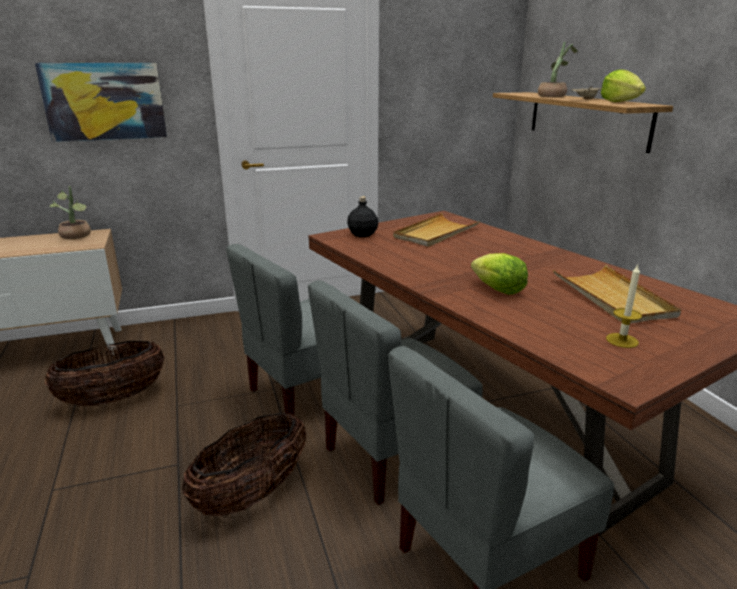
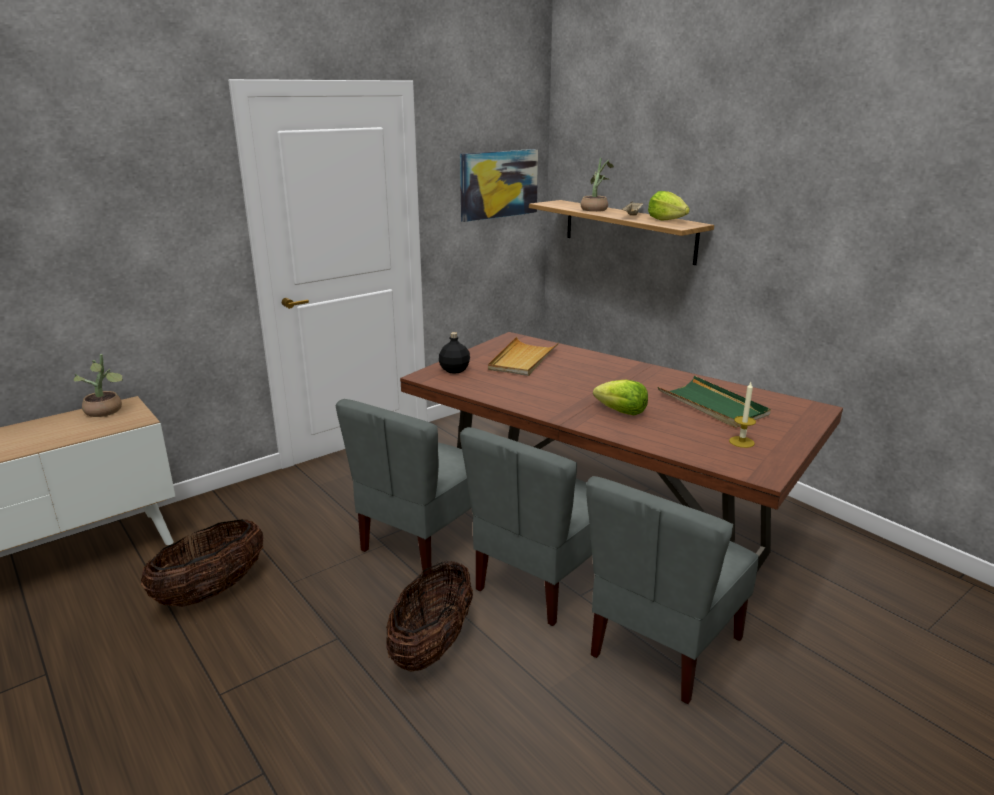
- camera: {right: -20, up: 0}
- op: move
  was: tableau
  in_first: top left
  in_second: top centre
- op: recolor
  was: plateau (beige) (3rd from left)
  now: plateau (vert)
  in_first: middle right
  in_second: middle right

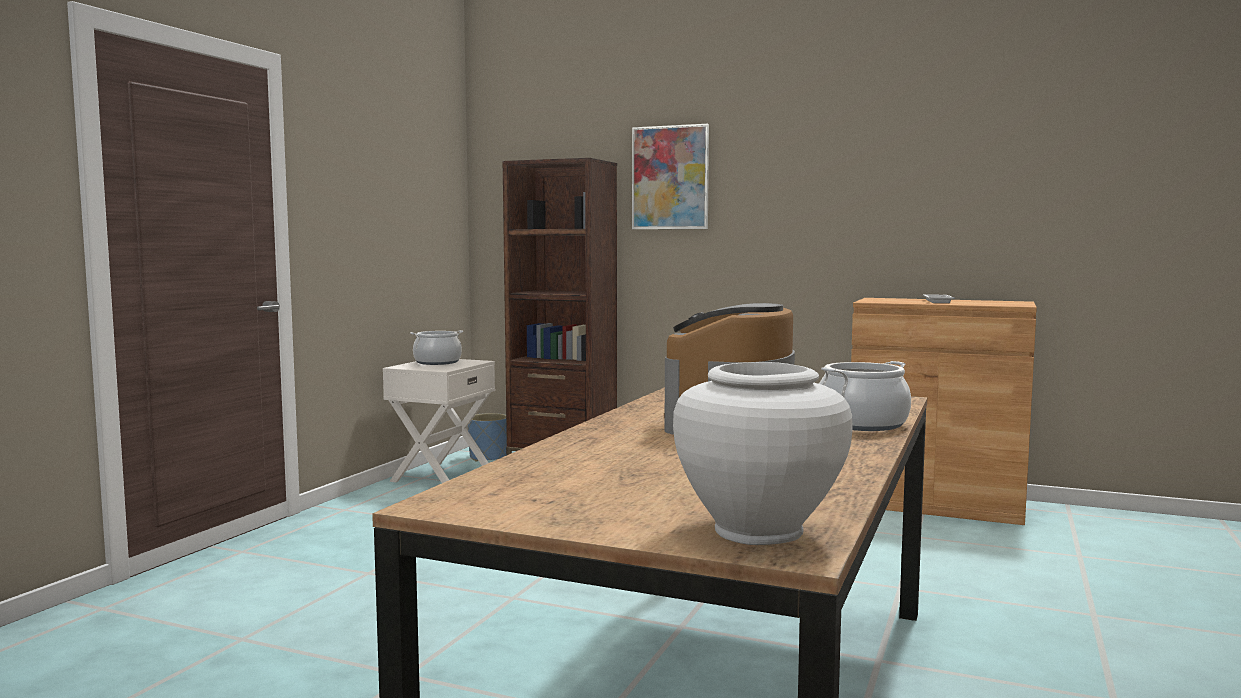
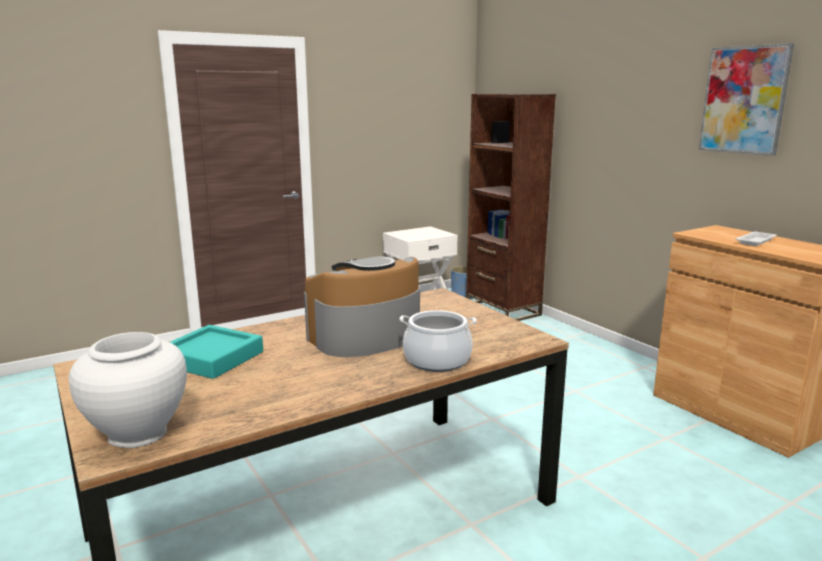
- camera: {right: 35, up: 10}
- op: move
  was: tableau
  in_first: top centre
  in_second: top right
- op: delete
  was: marmite (1st from left)
  in_first: centre
- op: insert
  now: plateau (turquoise)
  in_second: middle left

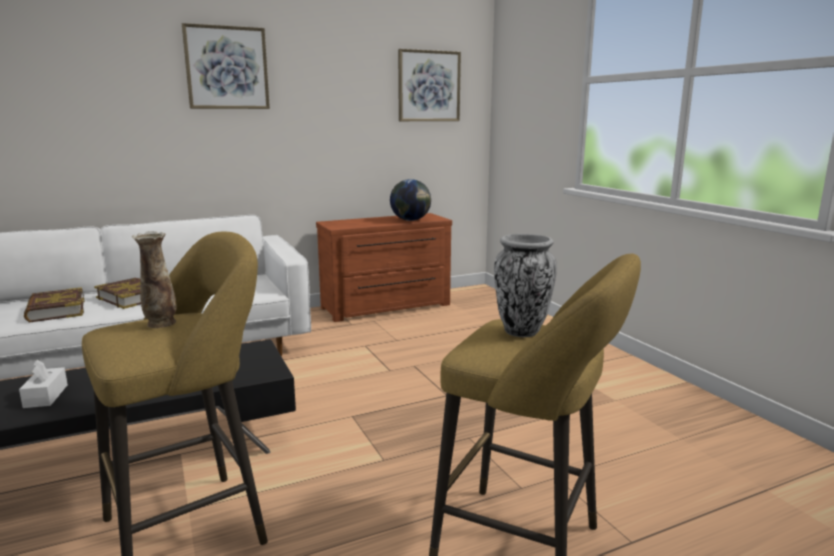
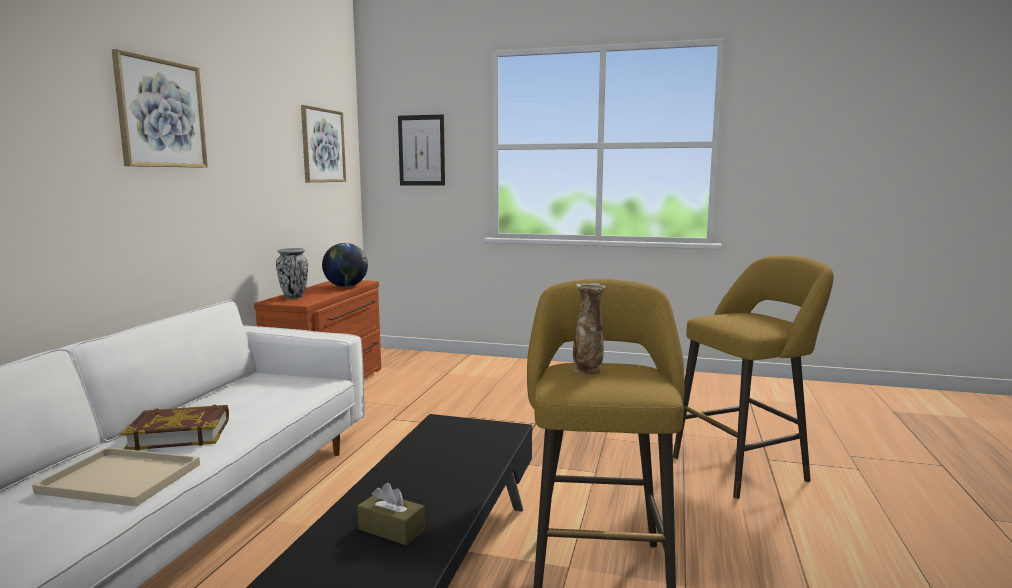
- camera: {right: -50, up: -5}
- op: move
  was: vase (2nd from left in the first image)
  now: vase (1st from left)
  in_first: centre
  in_second: middle left
- op: replace
  was: livre (1st from left)
  now: plateau (beige)
  in_first: middle left
  in_second: bottom left
- op: recolor
  was: boîte à mouchoirs (blanc)
  now: boîte à mouchoirs (marron)
  in_first: bottom left
  in_second: bottom centre
- op: insert
  now: tableau (3rd from left)
  in_second: top centre

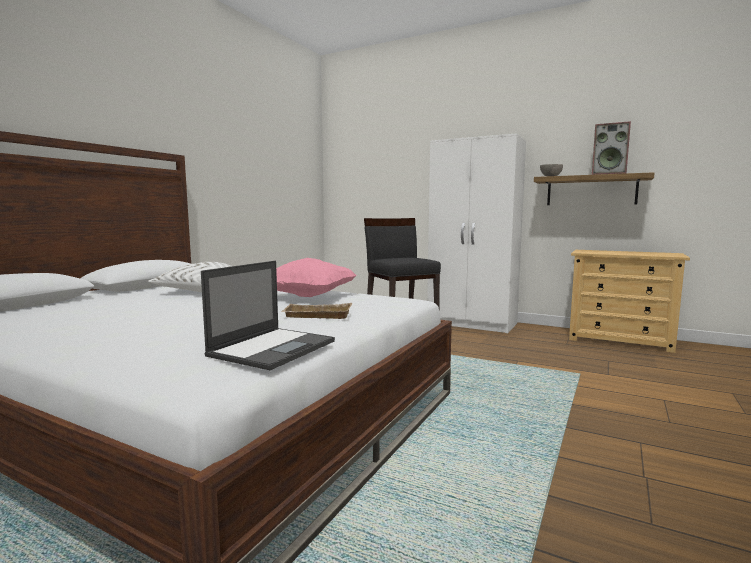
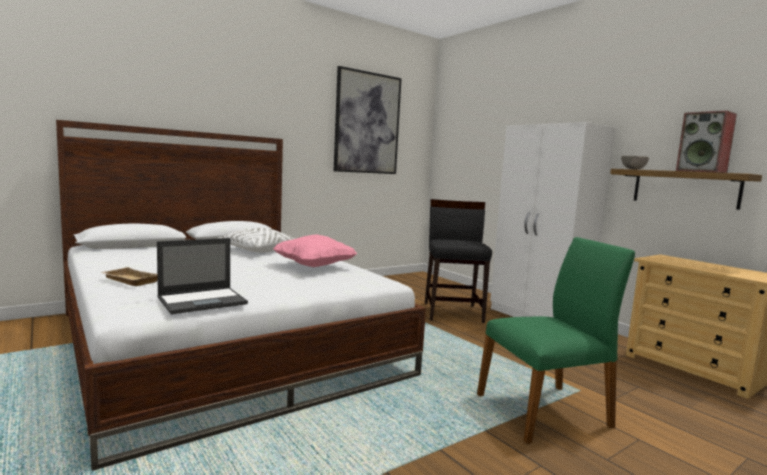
- camera: {right: 25, up: 0}
- op: move
  was: plateau (beige)
  in_first: centre
  in_second: middle left
- op: insert
  now: tableau
  in_second: top centre
- op: insert
  now: chaise (vert)
  in_second: bottom right

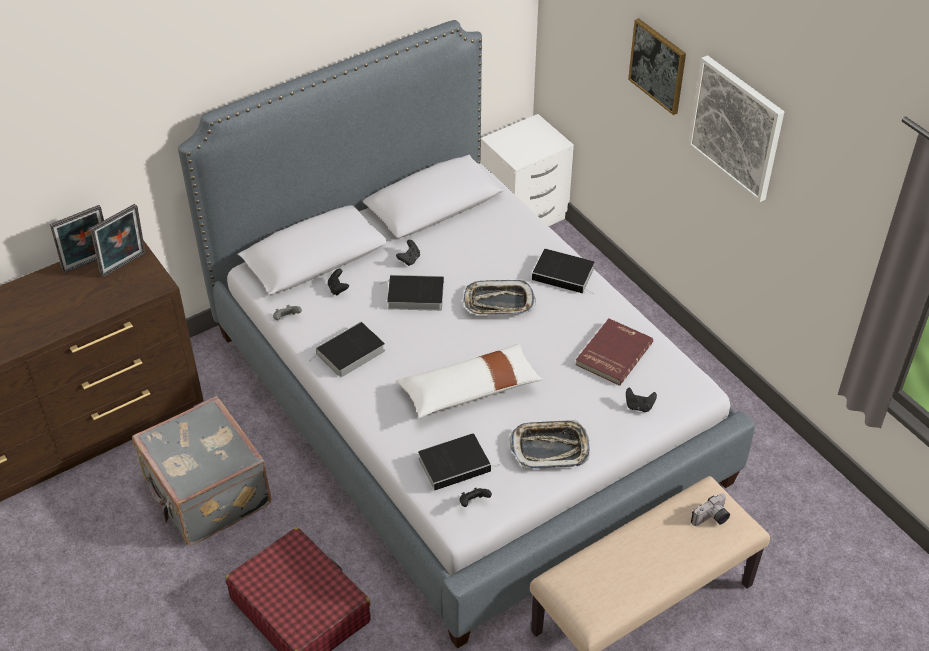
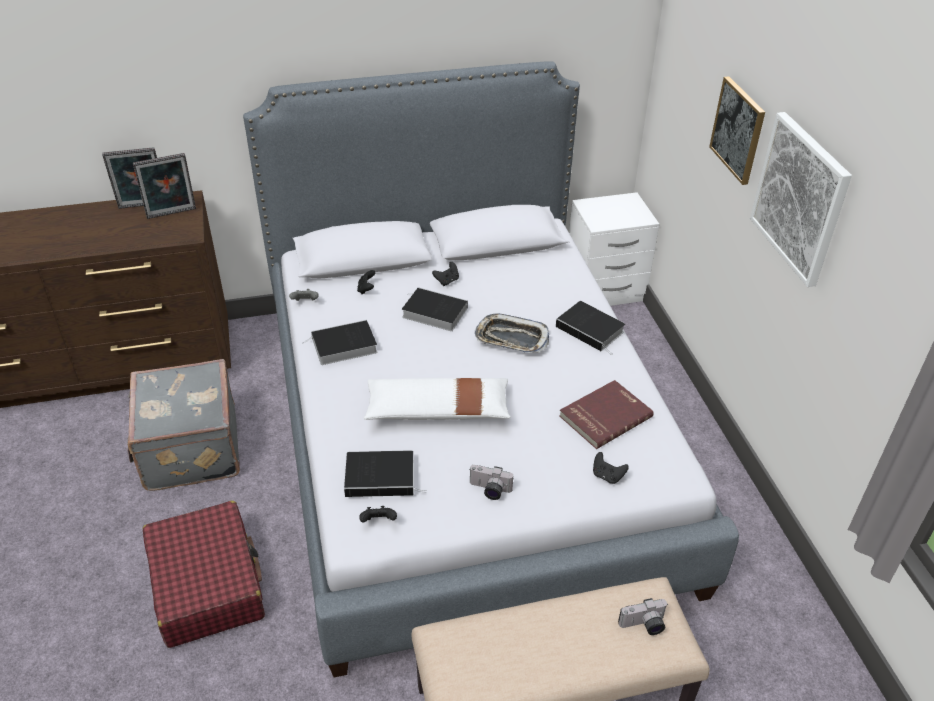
- camera: {right: 20, up: -5}
- op: replace
  was: plateau (2nd from left)
  now: appareil photo (1st from left)
  in_first: bottom centre
  in_second: bottom centre

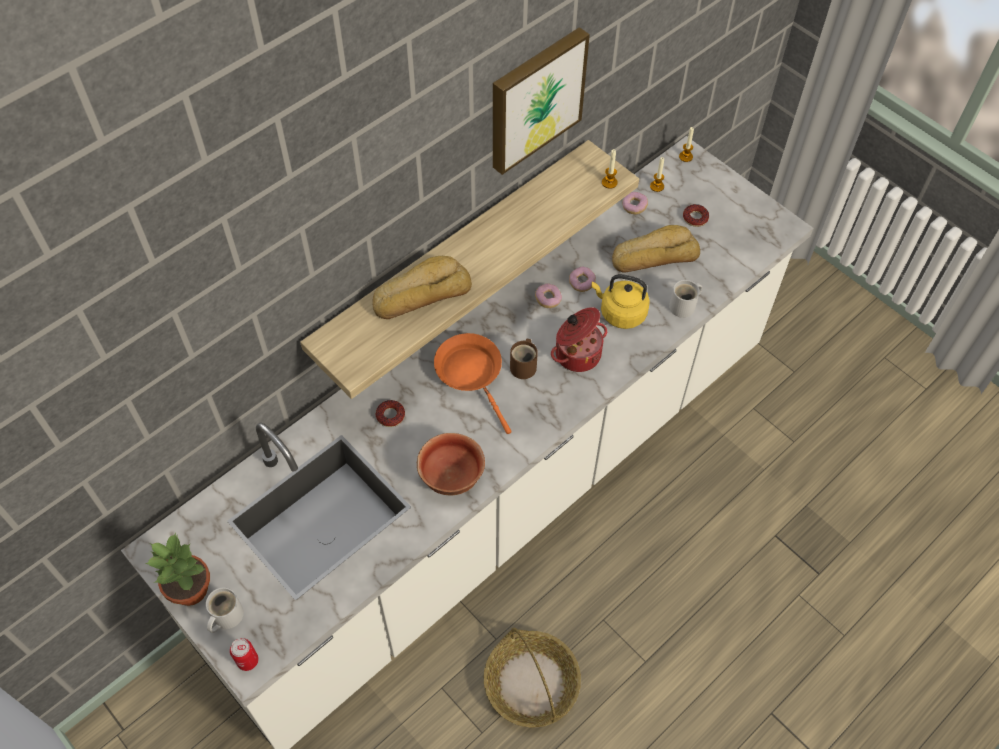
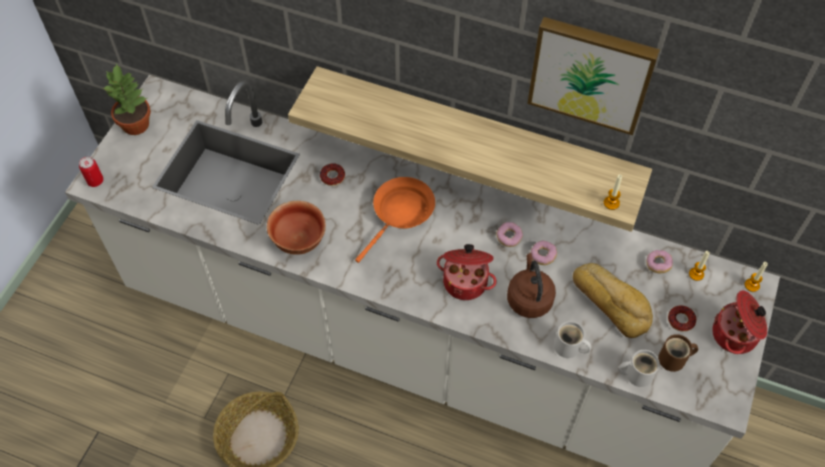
- camera: {right: 65, up: 0}
- op: delete
  was: pain (1st from left)
  in_first: centre
- op: recolor
  was: bouilloire (jaune)
  now: bouilloire (marron)
  in_first: centre
  in_second: centre
- op: move
  was: mug (marron)
  in_first: centre
  in_second: bottom right
- op: move
  was: mug (blanc) (1st from left in the first image)
  now: mug (blanc) (2nd from left)
  in_first: bottom left
  in_second: bottom right
- op: insert
  now: marmite (2nd from left)
  in_second: bottom right

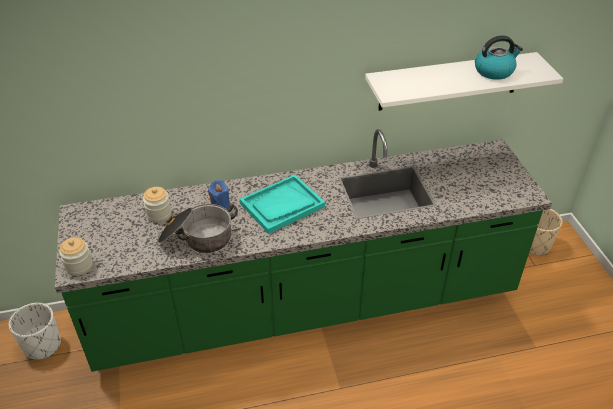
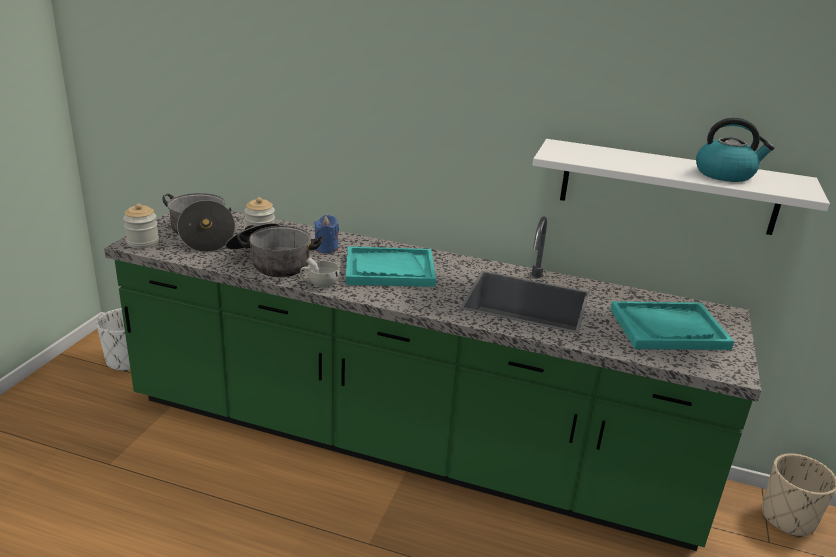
- camera: {right: 30, up: -15}
- op: insert
  now: marmite (1st from left)
  in_second: middle left
- op: insert
  now: tasse (blanc)
  in_second: centre
- op: insert
  now: plateau (turquoise) (2nd from left)
  in_second: middle right

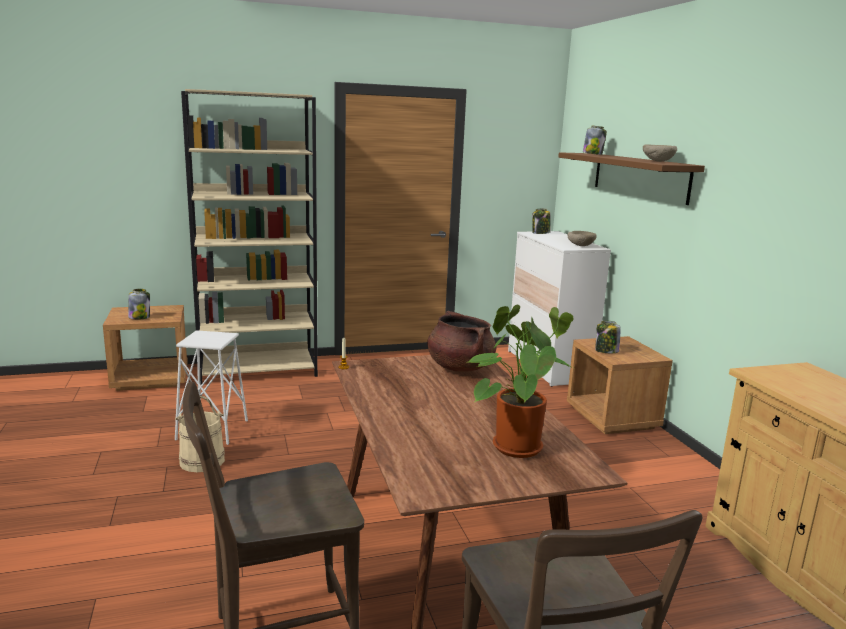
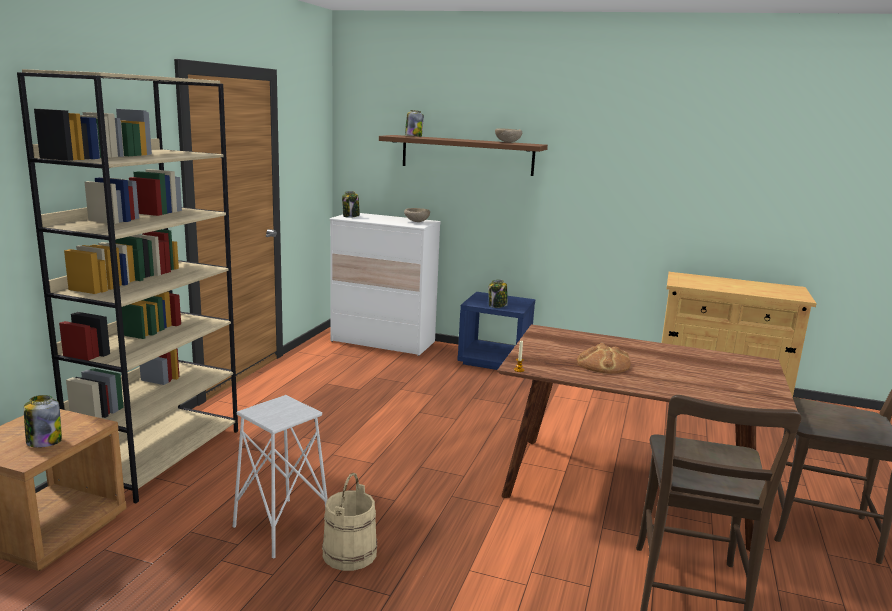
- camera: {right: -55, up: 0}
- op: delete
  was: plante en pot
  in_first: centre
- op: delete
  was: marmite (marron)
  in_first: centre
- op: recolor
  was: table de chevet (marron) (2nd from left)
  now: table de chevet (bleu)
  in_first: middle right
  in_second: centre
- op: insert
  now: pain
  in_second: middle right

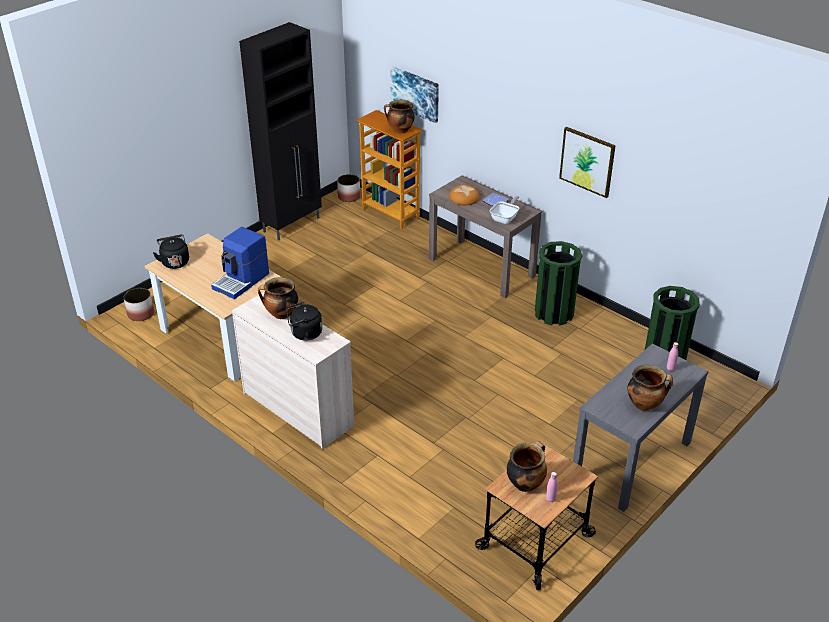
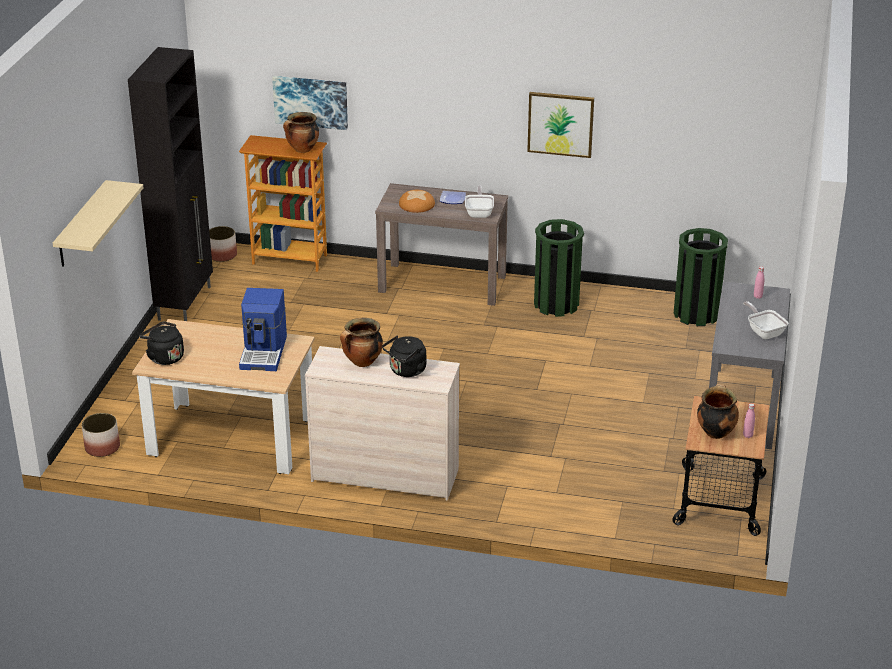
- camera: {right: -30, up: -5}
- op: replace
  was: marmite (4th from left)
  now: poêle (2nd from left)
  in_first: middle right
  in_second: middle right
- op: insert
  now: étagère (beige)
  in_second: middle left

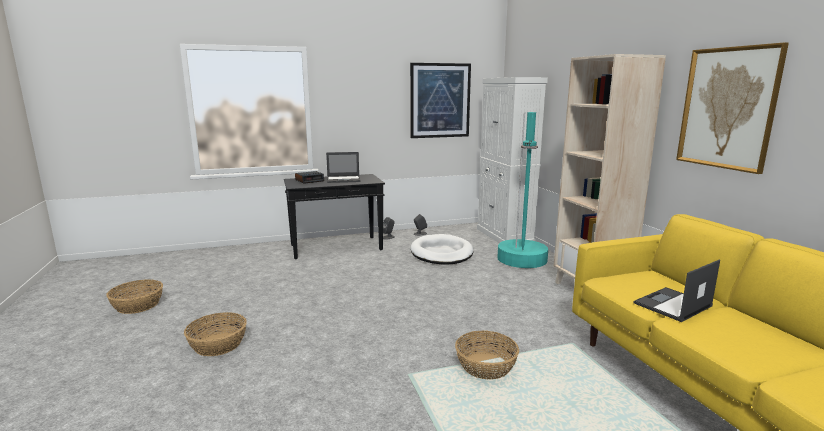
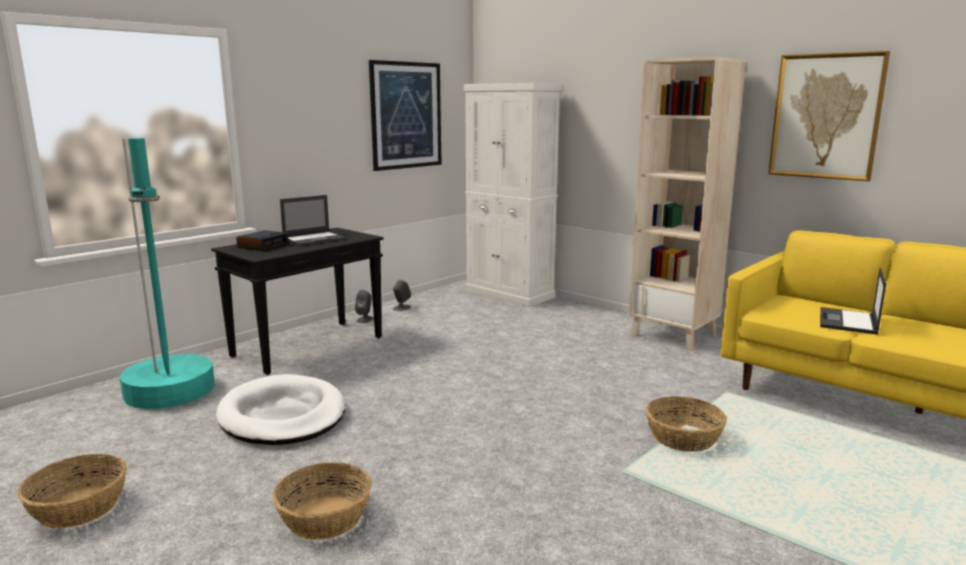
- camera: {right: -30, up: 0}
- op: move
  was: lampadaire (turquoise)
  in_first: centre
  in_second: middle left
- op: move
  was: panier pour chien (blanc)
  in_first: centre
  in_second: bottom left

